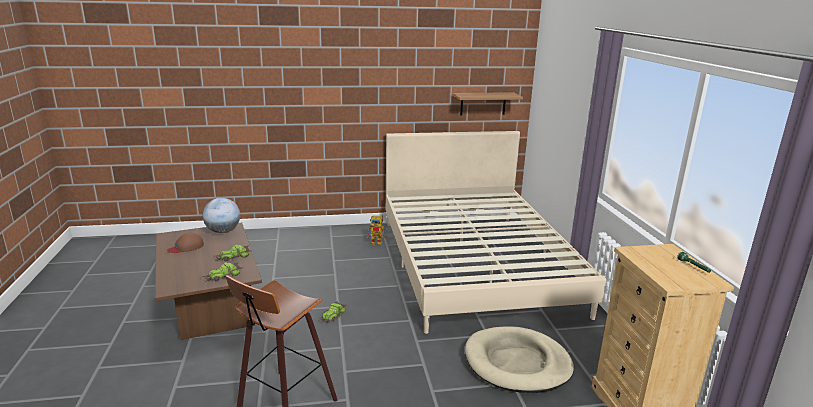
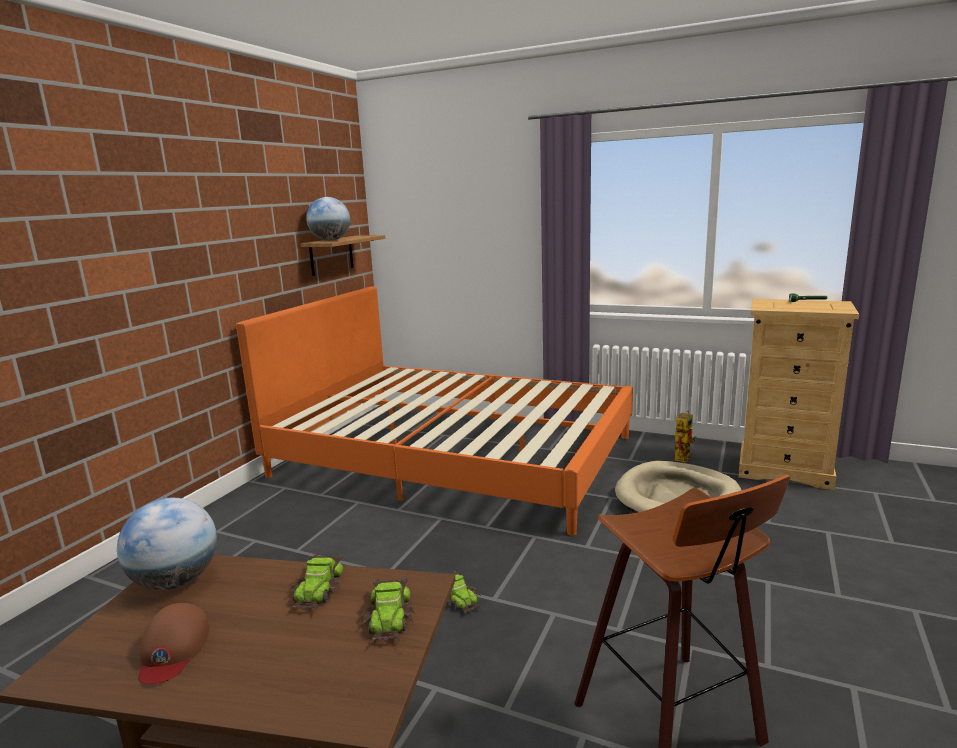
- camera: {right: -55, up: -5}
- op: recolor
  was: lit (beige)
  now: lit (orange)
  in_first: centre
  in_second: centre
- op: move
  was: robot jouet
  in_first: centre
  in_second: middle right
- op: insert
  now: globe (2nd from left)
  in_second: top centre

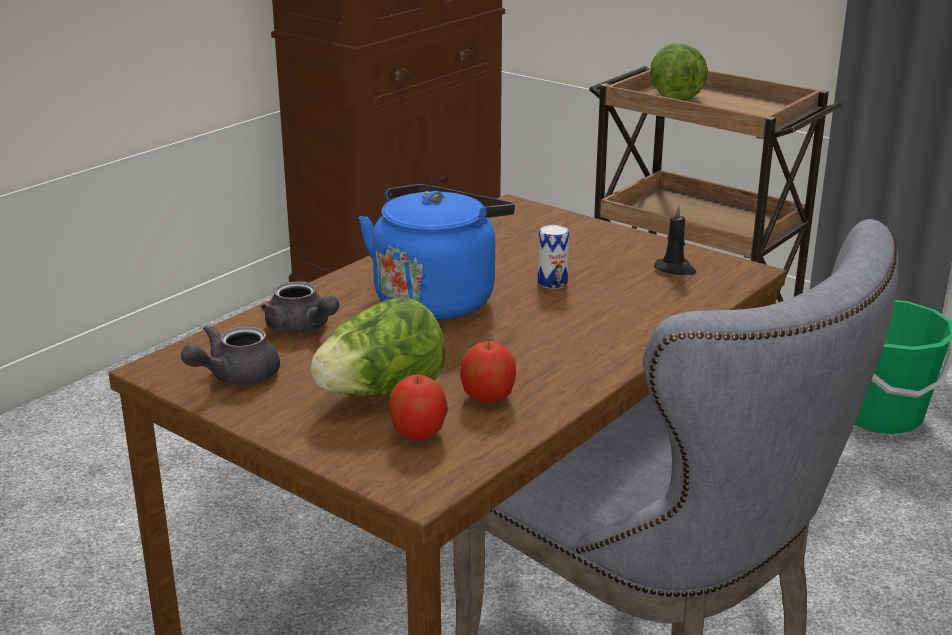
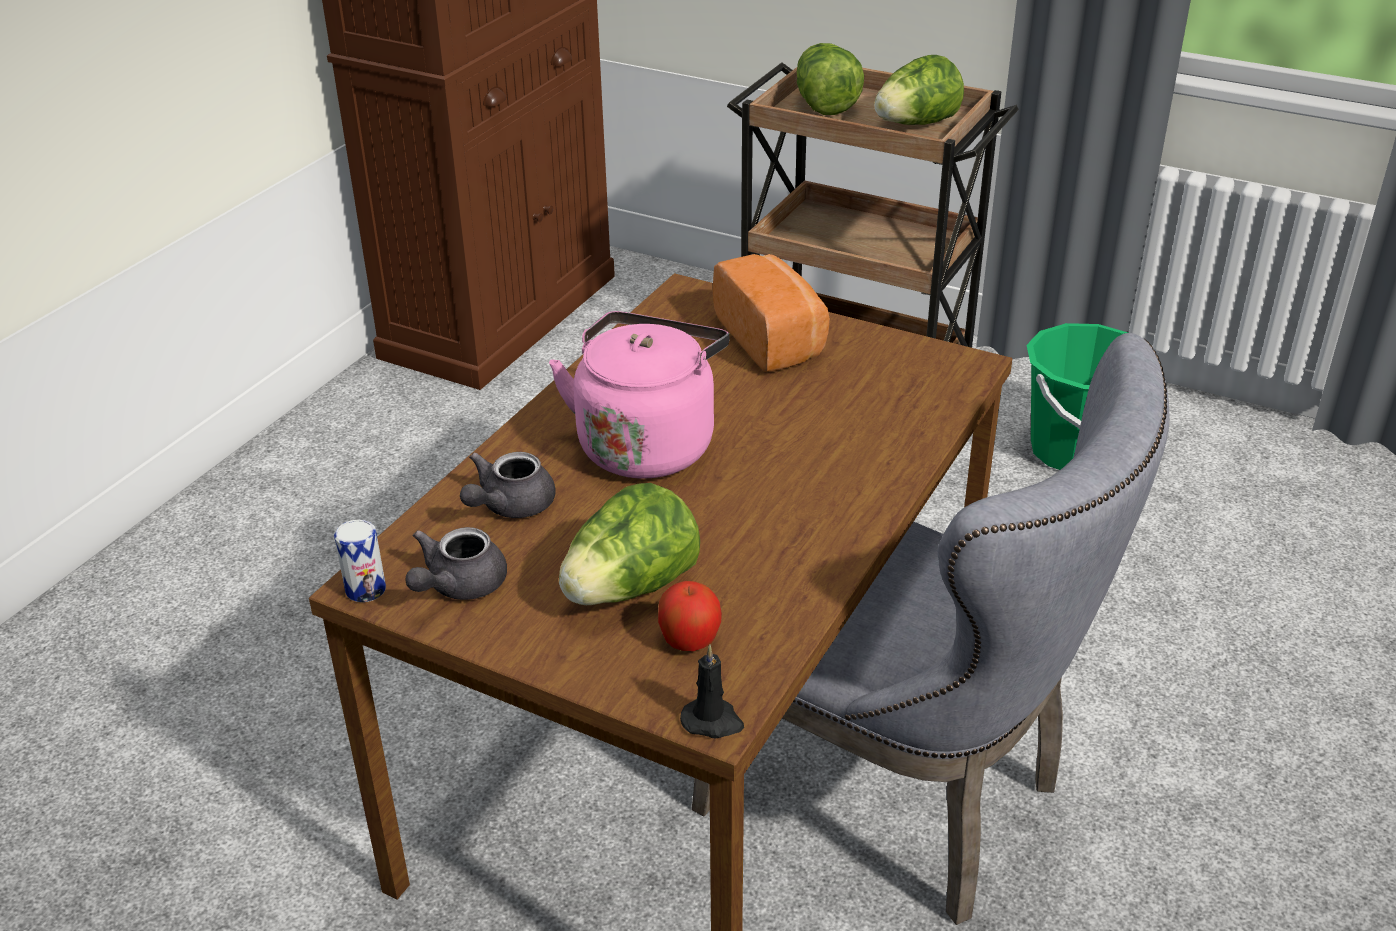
- camera: {right: -10, up: 10}
- op: recolor
  was: bouilloire (bleu)
  now: bouilloire (rose)
  in_first: centre
  in_second: centre
- op: move
  was: bougie (noir)
  in_first: middle right
  in_second: bottom centre
- op: move
  was: boîte métallique
  in_first: centre
  in_second: middle left
- op: rotate
  was: théière (gris) (2nd from left)
  in_first: middle left
  in_second: centre
  clockwise: 90
- op: delete
  was: pomme (2nd from left)
  in_first: centre
- op: insert
  now: laitue (3rd from left)
  in_second: top centre
- op: insert
  now: pain
  in_second: centre

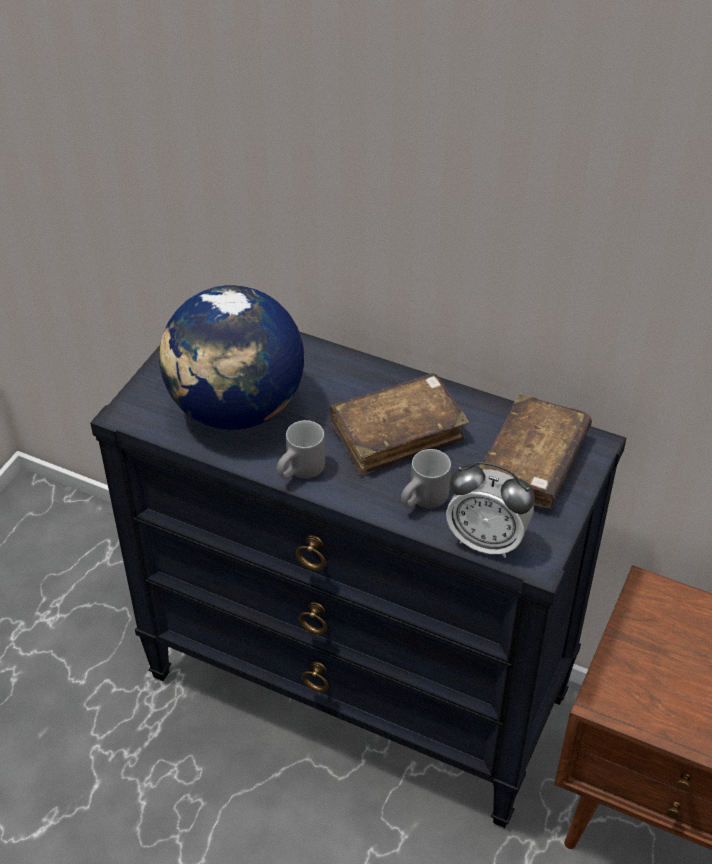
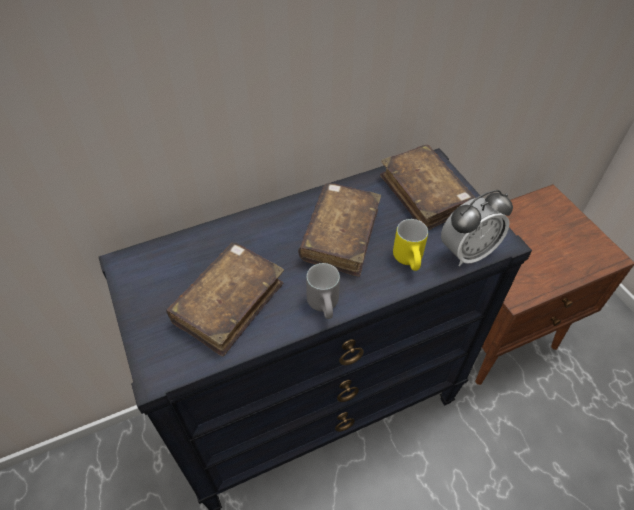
- camera: {right: -50, up: 5}
- op: replace
  was: globe
  now: livre (marron) (1st from left)
  in_first: middle left
  in_second: centre
- op: recolor
  was: mug (gris) (2nd from left)
  now: mug (jaune)
  in_first: centre
  in_second: centre

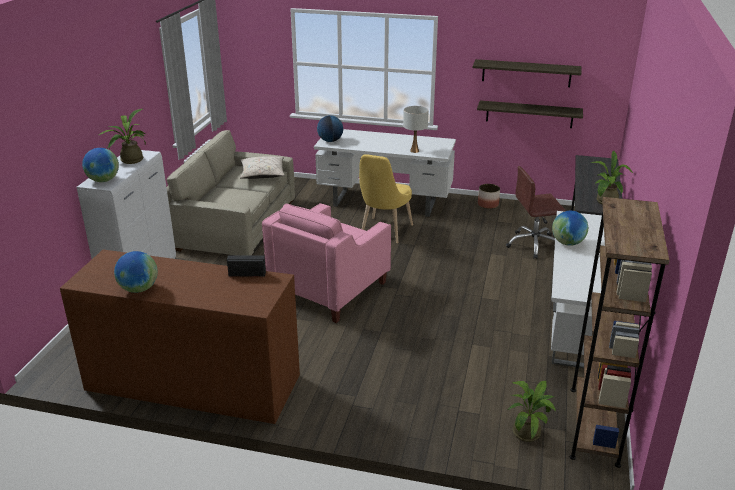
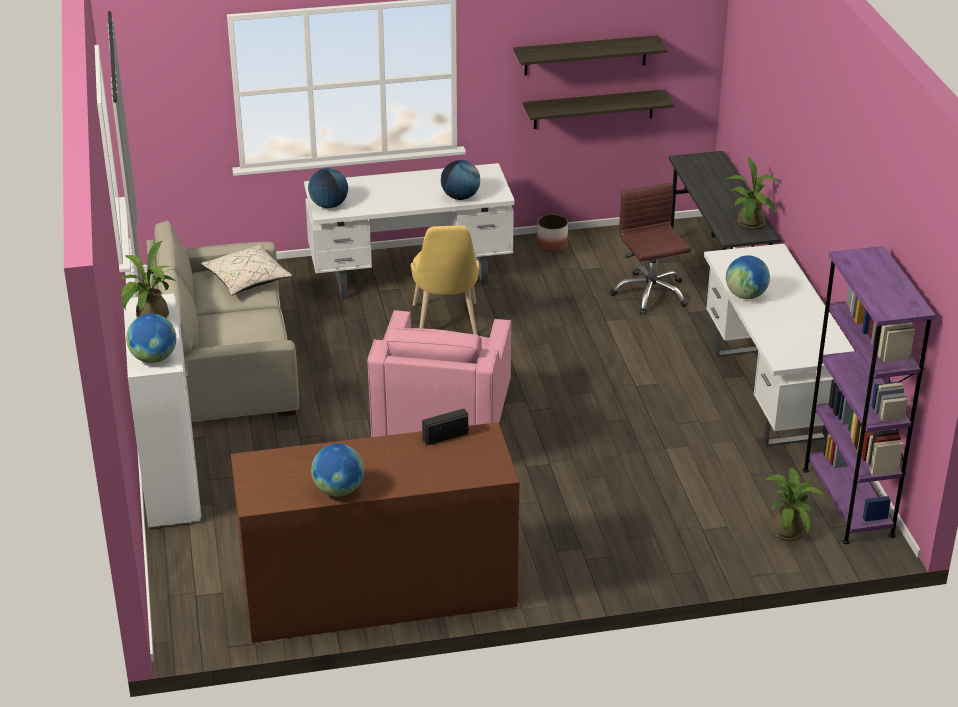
- camera: {right: -25, up: 5}
- op: replace
  was: lampe de table (blanc)
  now: globe (4th from left)
  in_first: top centre
  in_second: top centre
- op: rotate
  was: chaise de bureau (marron)
  in_first: middle right
  in_second: middle right
  clockwise: 105
- op: recolor
  was: bibliothèque (marron)
  now: bibliothèque (violet)
  in_first: bottom right
  in_second: middle right

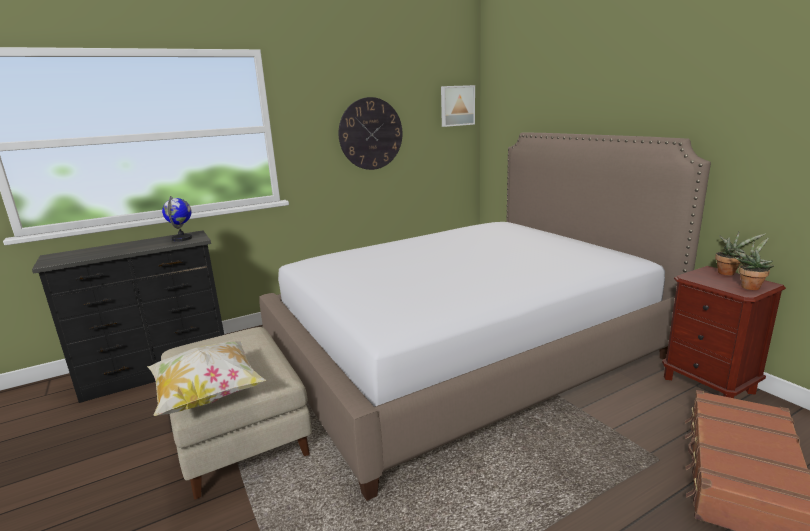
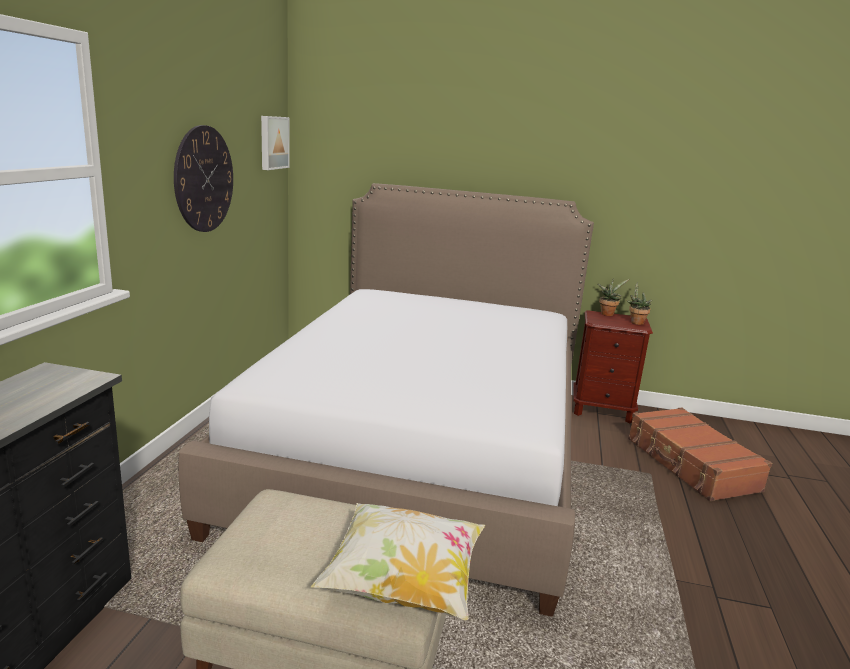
- camera: {right: -50, up: 0}
- op: delete
  was: globe
  in_first: middle left

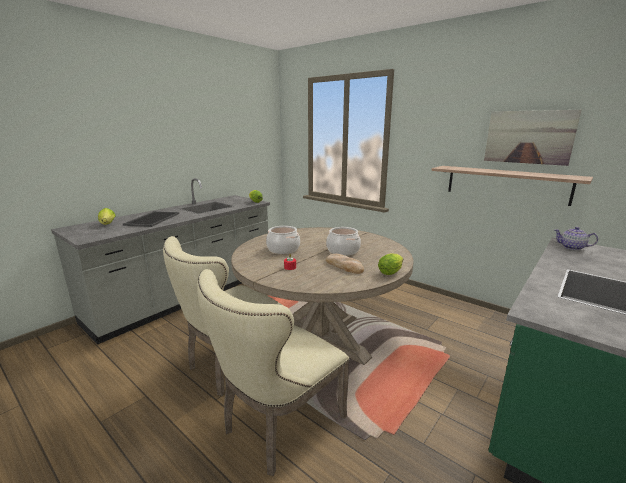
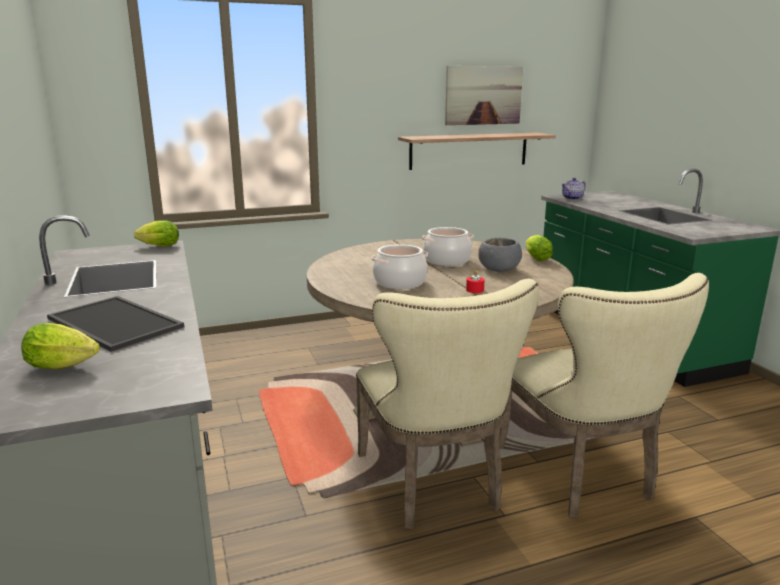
- camera: {right: -60, up: 0}
- op: replace
  was: pain
  now: bol (gris)
  in_first: centre
  in_second: centre

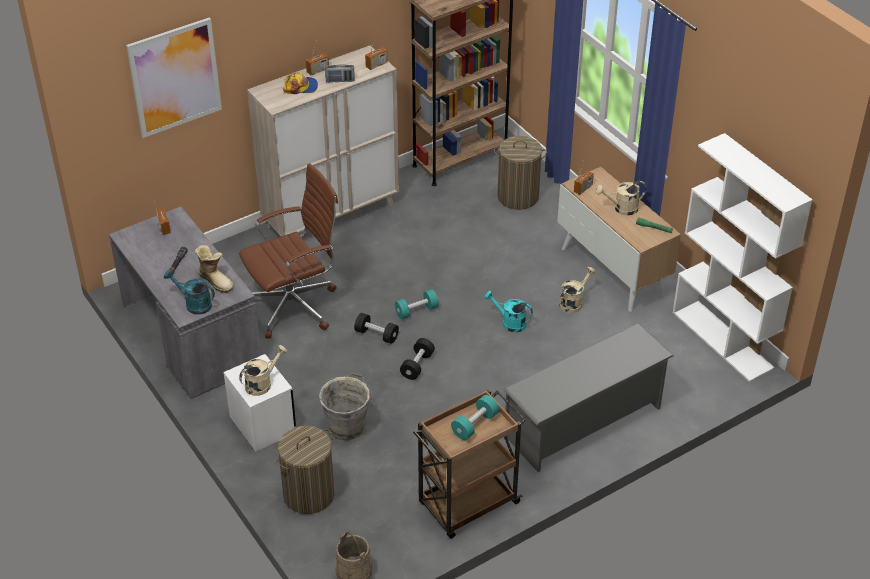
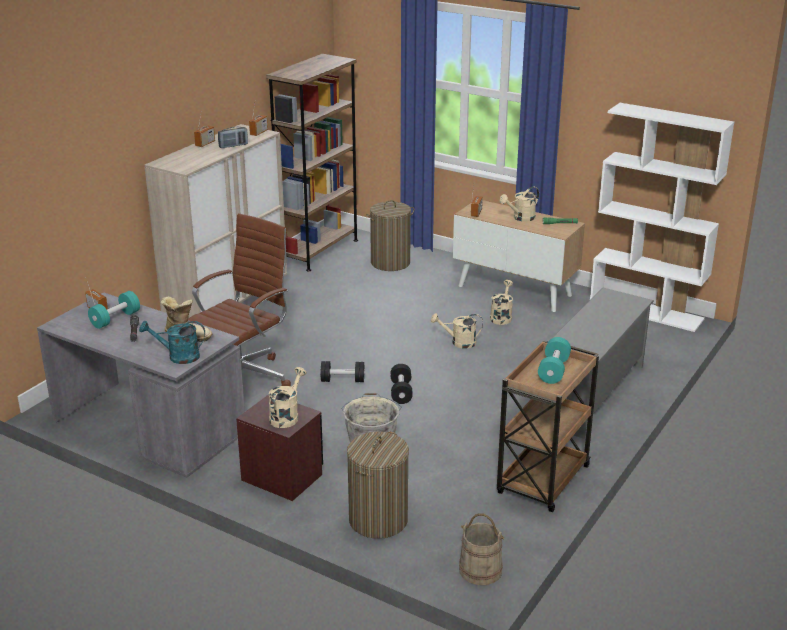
- camera: {right: -25, up: -15}
- op: delete
  was: tableau
  in_first: top left
- op: delete
  was: casquette
  in_first: top centre
- op: move
  was: haltère (turquoise) (1st from left)
  in_first: centre
  in_second: middle left
- op: recolor
  was: arrosoir (turquoise) (2nd from left)
  now: arrosoir (beige) (2nd from left)
  in_first: centre
  in_second: centre
- op: recolor
  was: table de chevet (blanc)
  now: table de chevet (marron)
  in_first: bottom left
  in_second: bottom centre

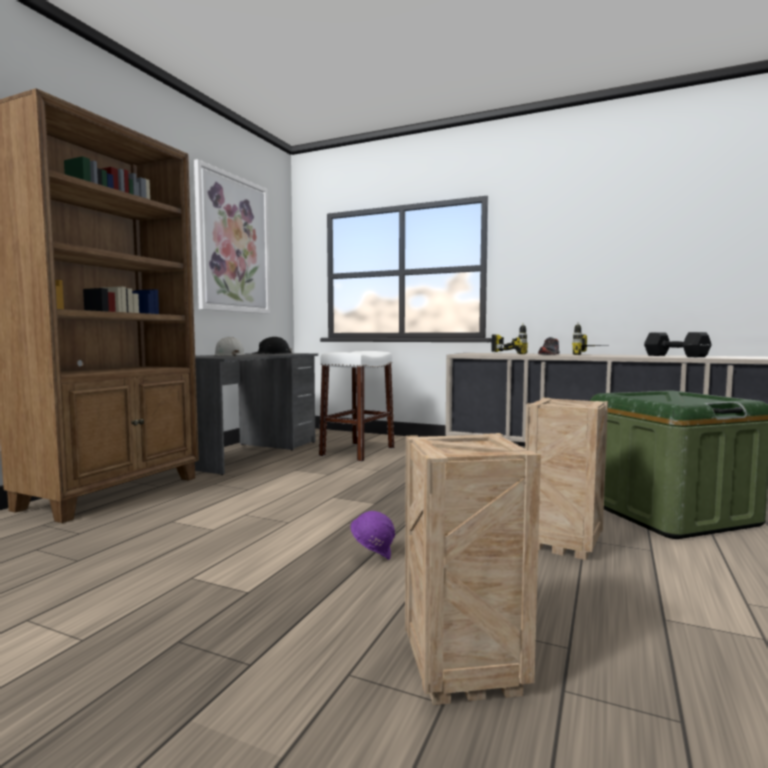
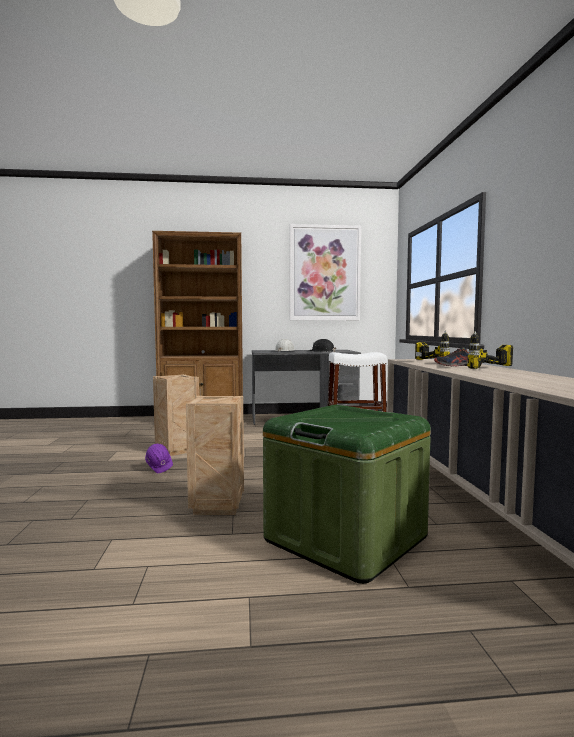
- camera: {right: 60, up: 0}
- op: delete
  was: haltère (noir)
  in_first: middle right
- op: move
  was: caisse (1st from left)
  in_first: bottom centre
  in_second: middle left

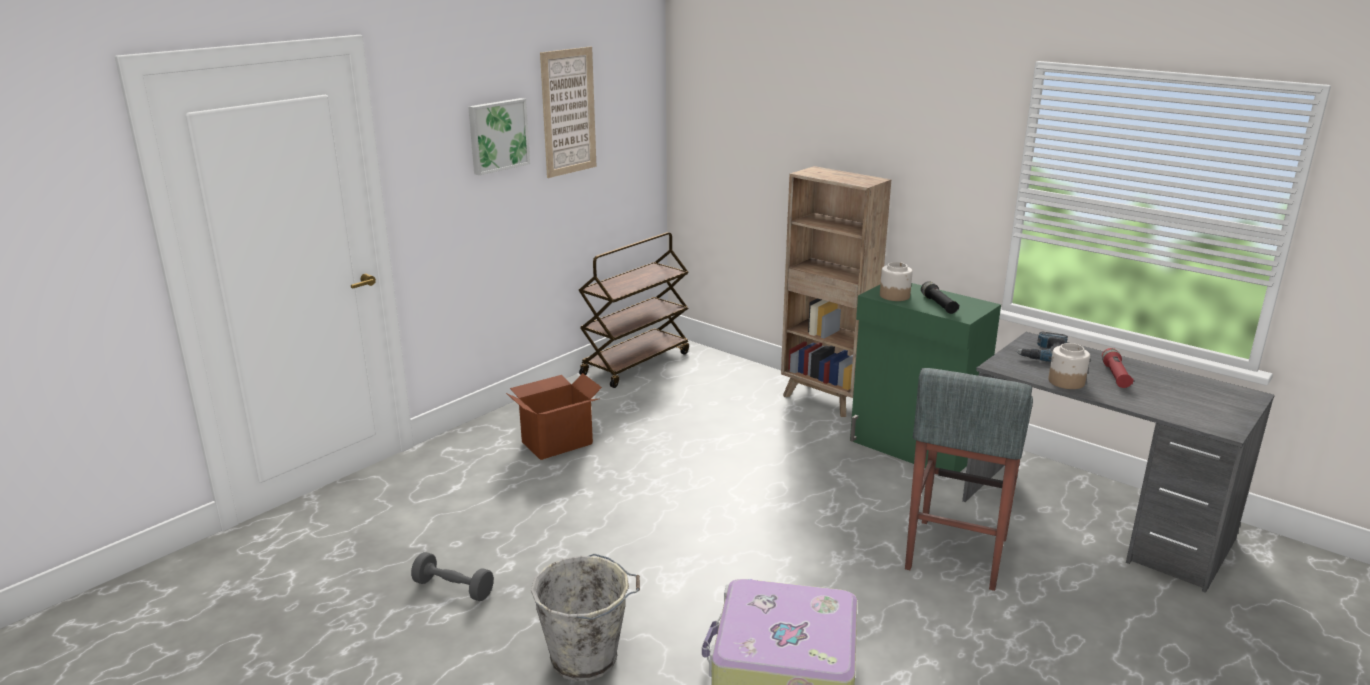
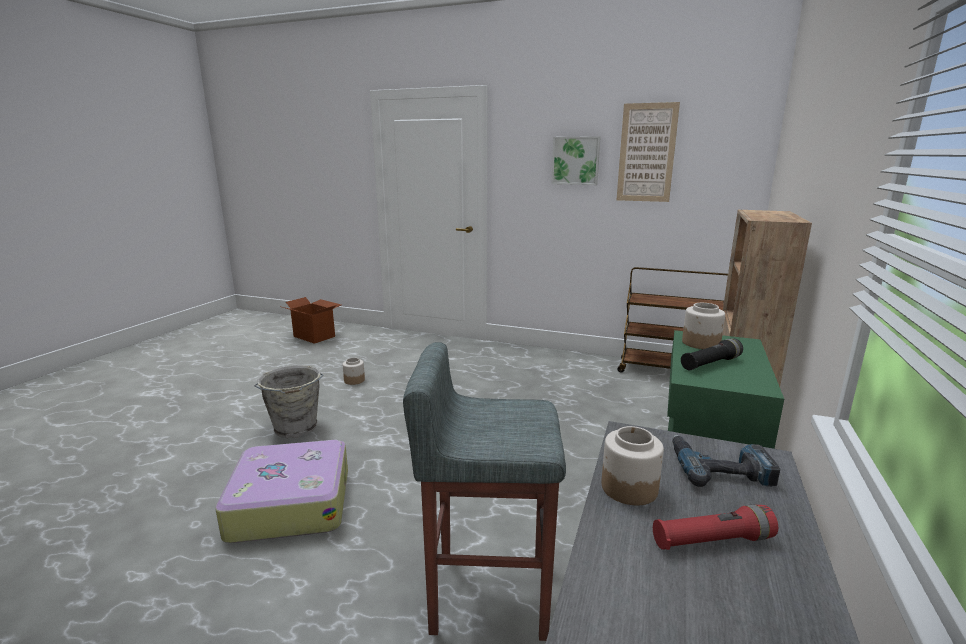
- camera: {right: 70, up: -5}
- op: move
  was: carton
  in_first: centre
  in_second: middle left
- op: replace
  was: haltère (gris)
  now: bocal (1st from left)
  in_first: bottom left
  in_second: centre

